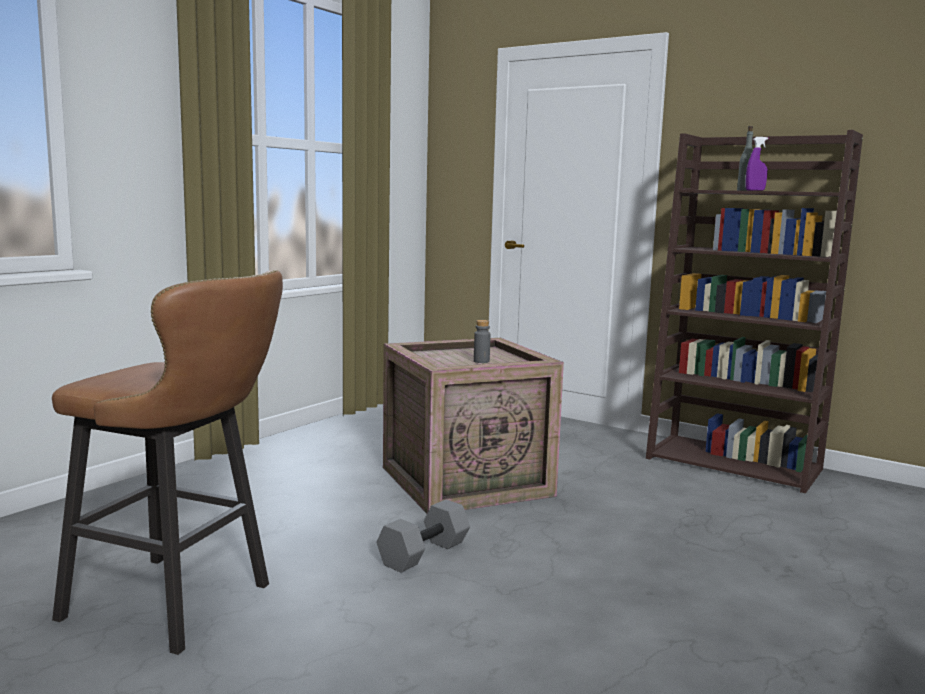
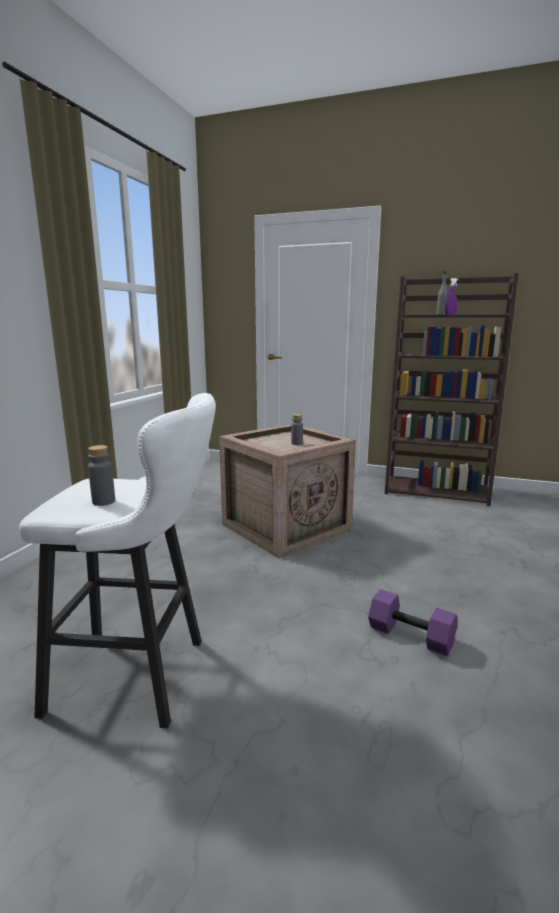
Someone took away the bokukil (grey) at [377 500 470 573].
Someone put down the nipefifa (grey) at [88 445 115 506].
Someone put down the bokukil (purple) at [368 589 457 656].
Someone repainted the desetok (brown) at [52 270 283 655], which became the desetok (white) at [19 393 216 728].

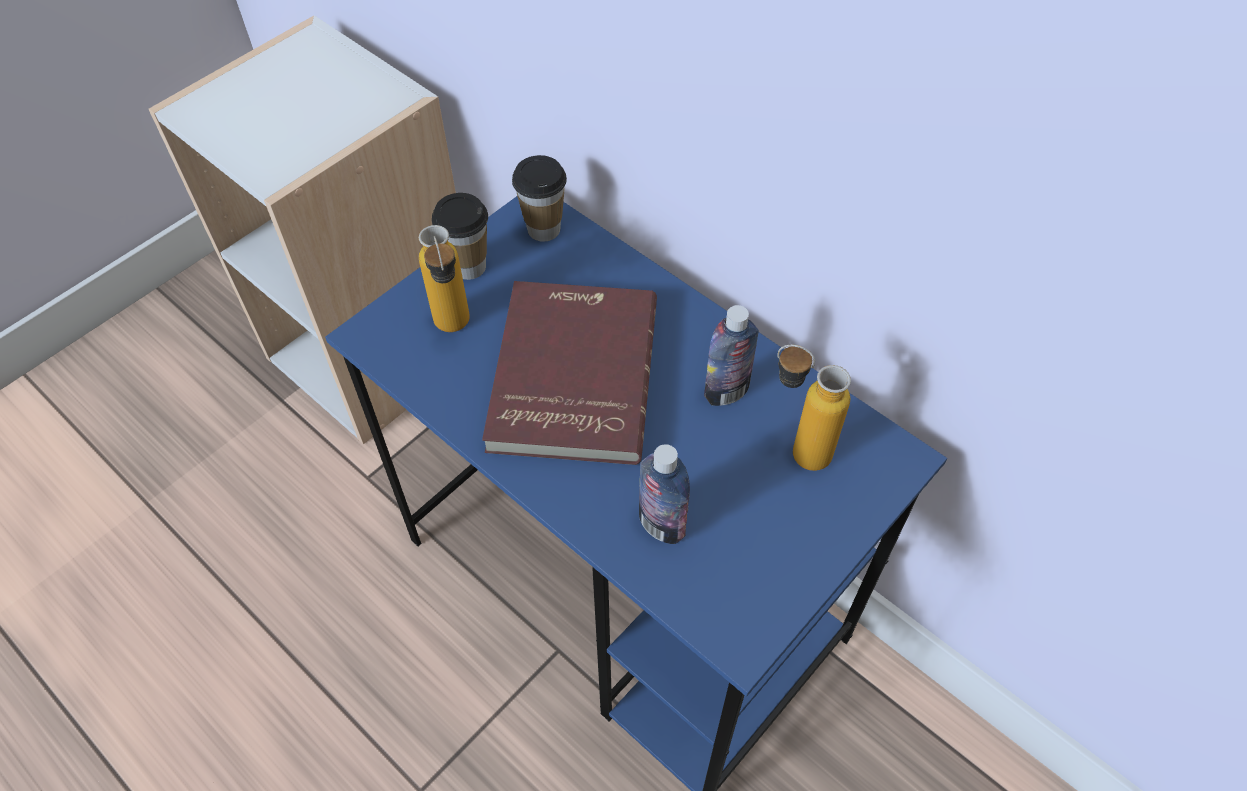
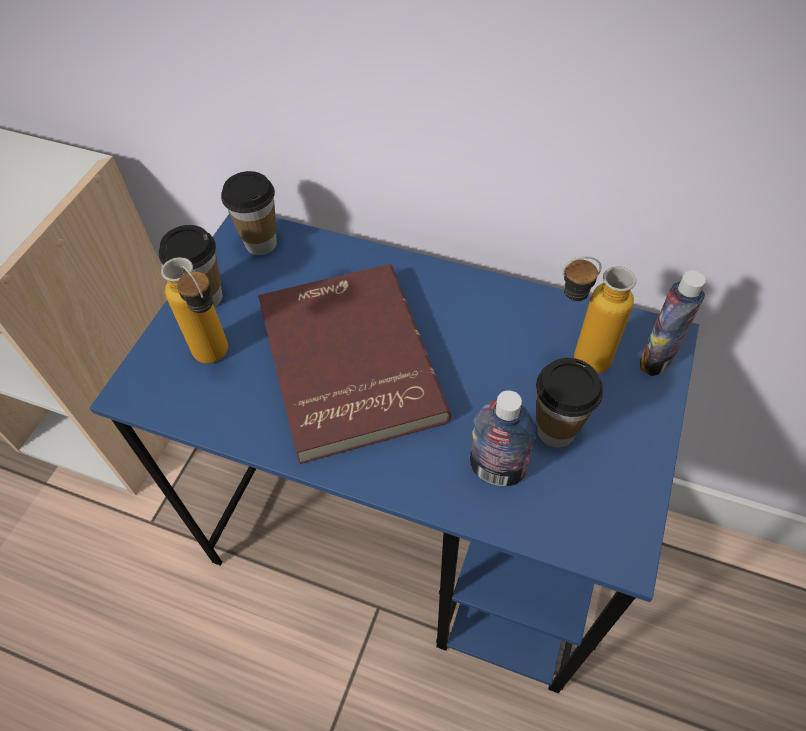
Someone put down the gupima at [536 358 603 448].
Someone carried the nipefifa from [704 305 759 406] to [640 270 706 376].

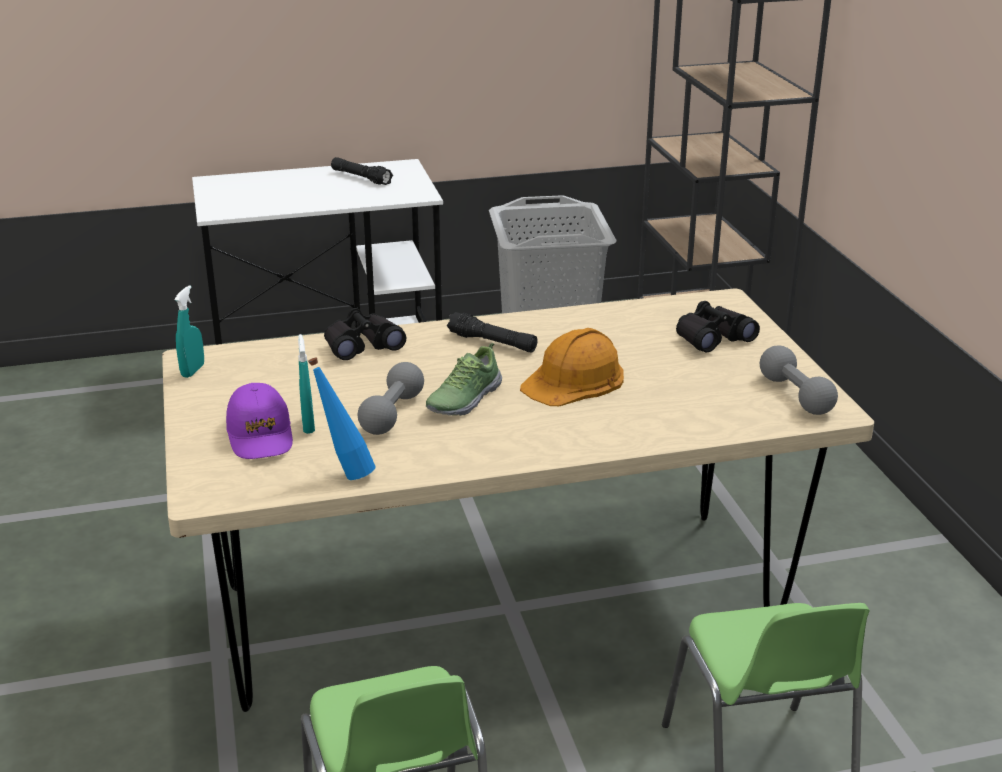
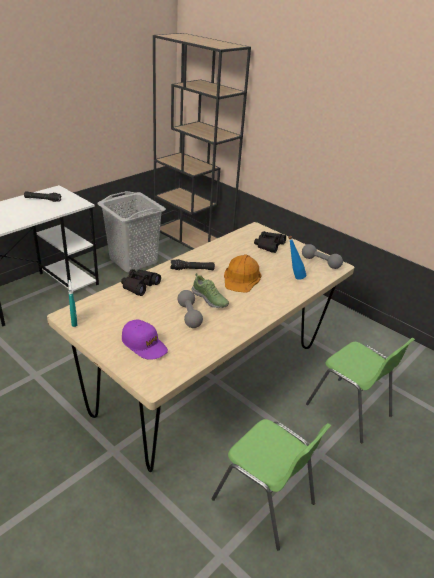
Someone took away the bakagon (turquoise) at [298 334 315 434].
Someone carried the nipefifa (blue) from [308 357 376 480] to [288 236 306 280].
Someone rotated the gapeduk at [426 343 502 416] by 45 degrees counterclockwise.

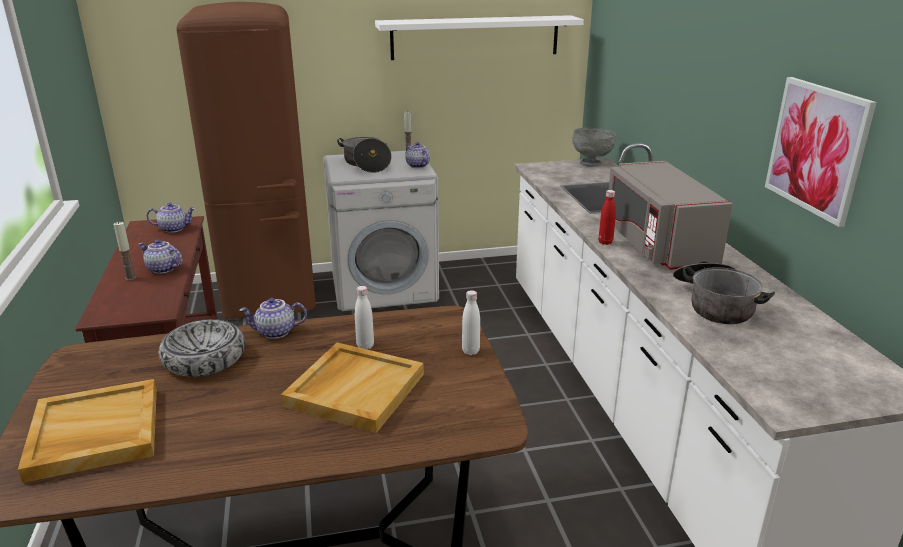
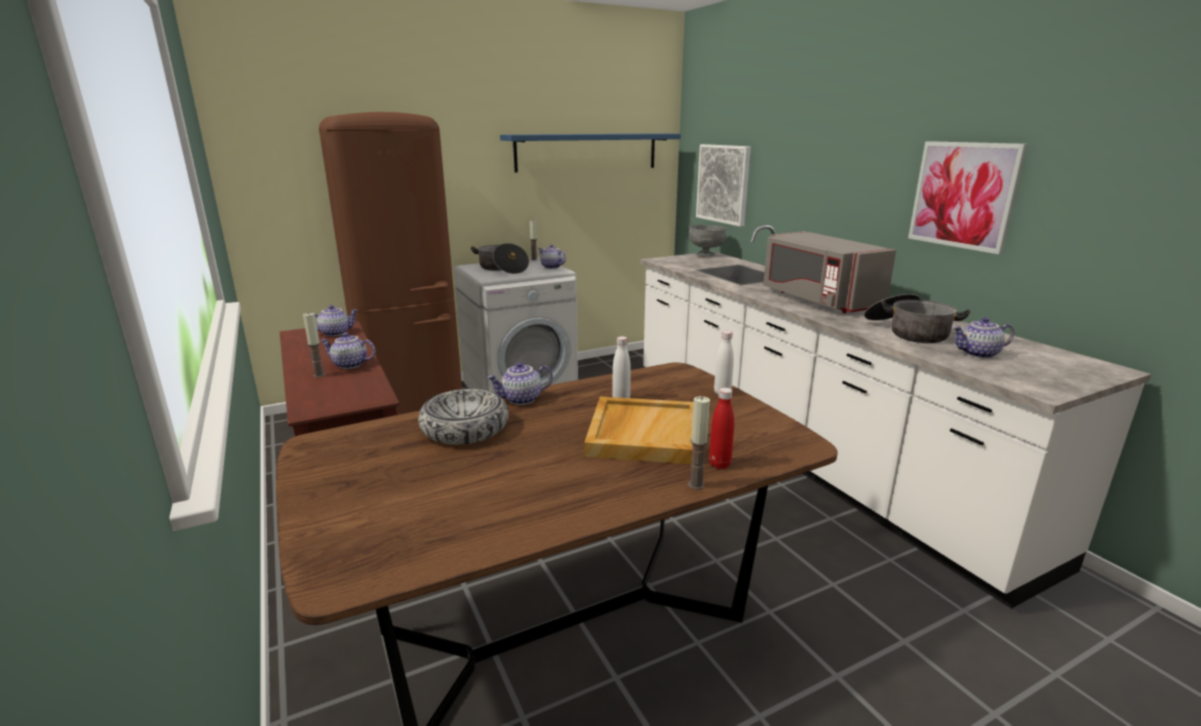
Someone took away the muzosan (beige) at [18 379 157 483].
Someone put down the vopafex at [688 396 710 490].
Someone put up the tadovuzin at [696 144 751 227].
Someone put down the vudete at [953 317 1014 358].
Someone carried the nipefifa (red) from [599 190 616 245] to [709 388 734 469].
Someone repainted the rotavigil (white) at [375 15 584 60], which became the rotavigil (blue) at [500 133 681 172].

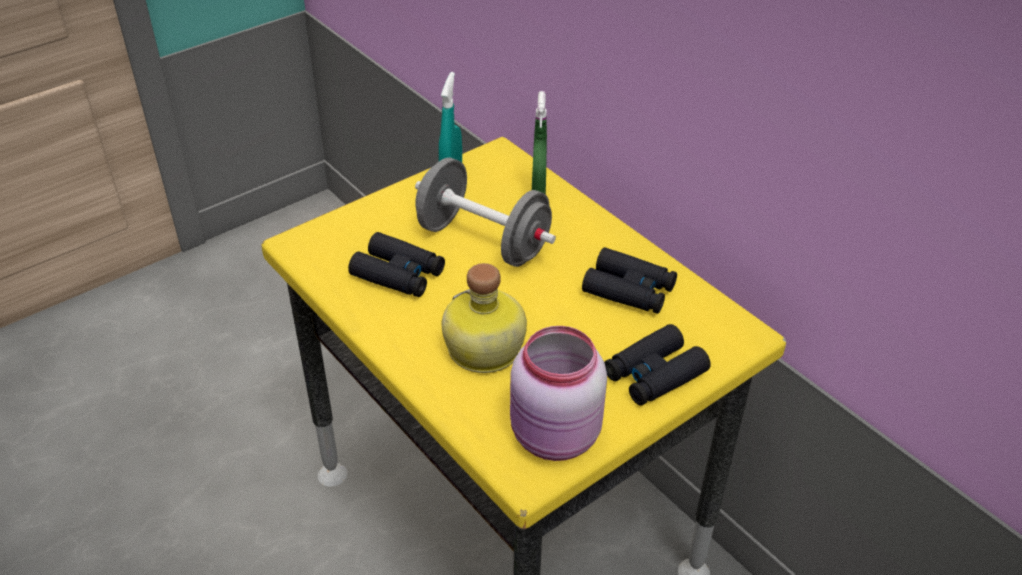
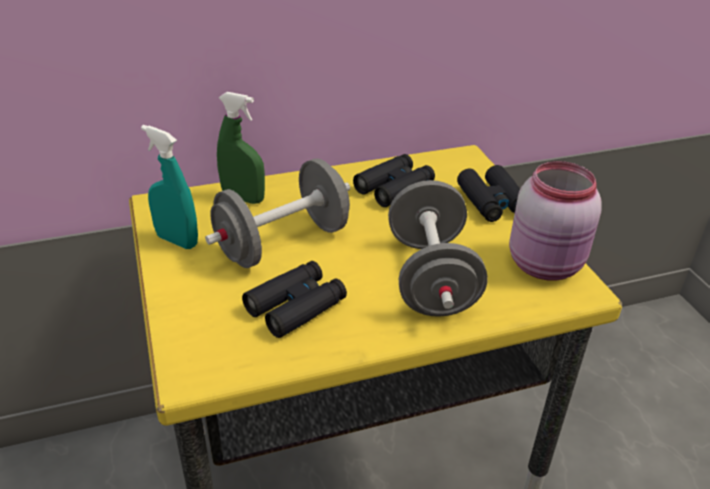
Someone swapped the nipefifa at [442 263 527 373] for the bokukil (grey) at [388 180 488 317].

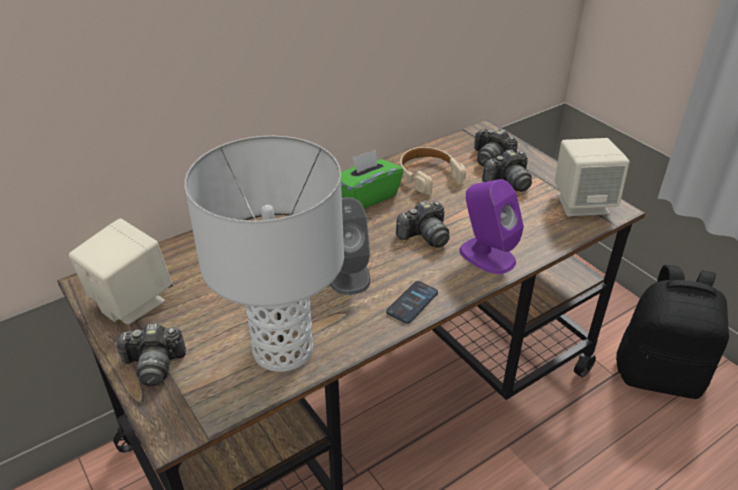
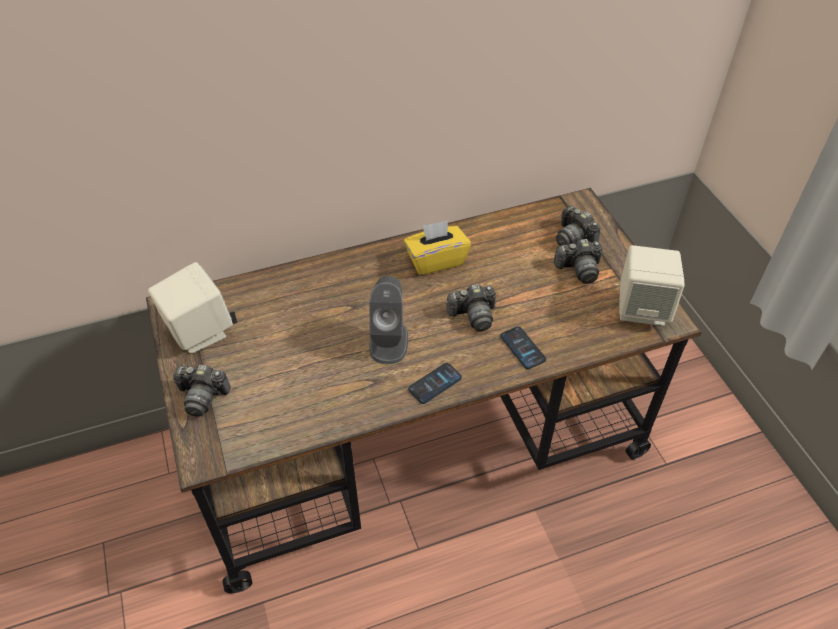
Someone took away the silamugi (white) at [185 136 344 372].
Someone took away the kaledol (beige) at [400 147 466 195].
Someone took away the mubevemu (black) at [616 265 729 399].
Someone swapped the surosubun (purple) at [459 179 524 274] for the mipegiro at [500 326 546 369].
Someone repainted the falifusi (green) at [341 149 403 209], which became the falifusi (yellow) at [404 220 471 275].

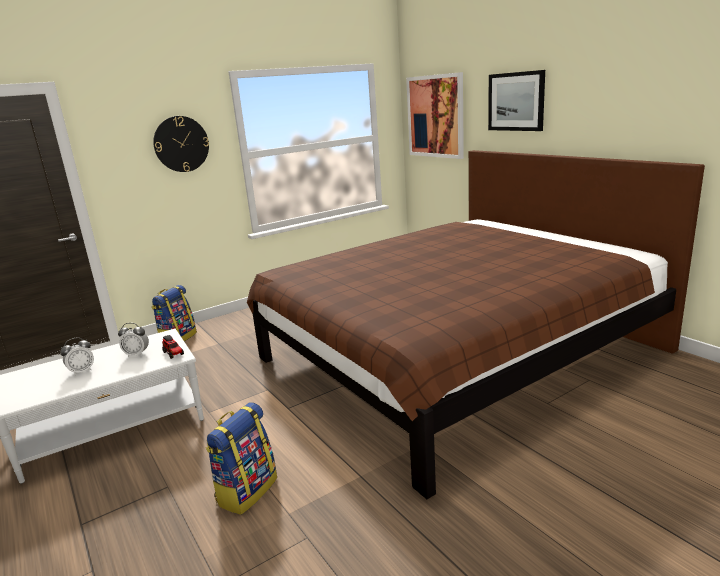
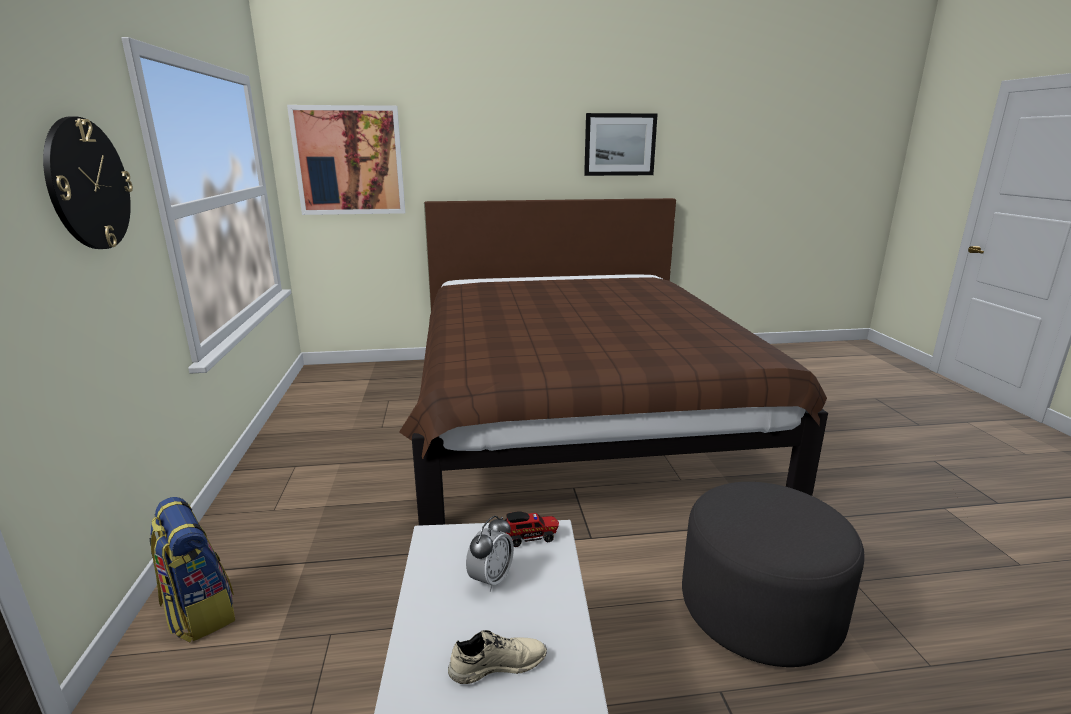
Someone carried the tadovuzin from [488 70 545 131] to [584 113 658 176].
Someone swapped the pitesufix at [60 337 94 376] for the gapeduk (beige) at [448 630 547 684].
Someone swapped the mubevemu at [206 402 277 515] for the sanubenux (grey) at [682 482 865 667].

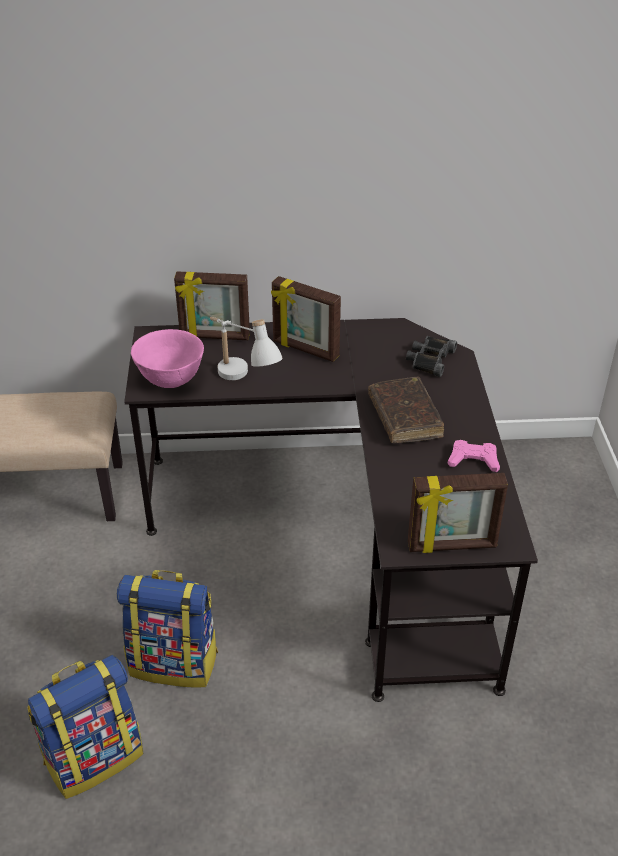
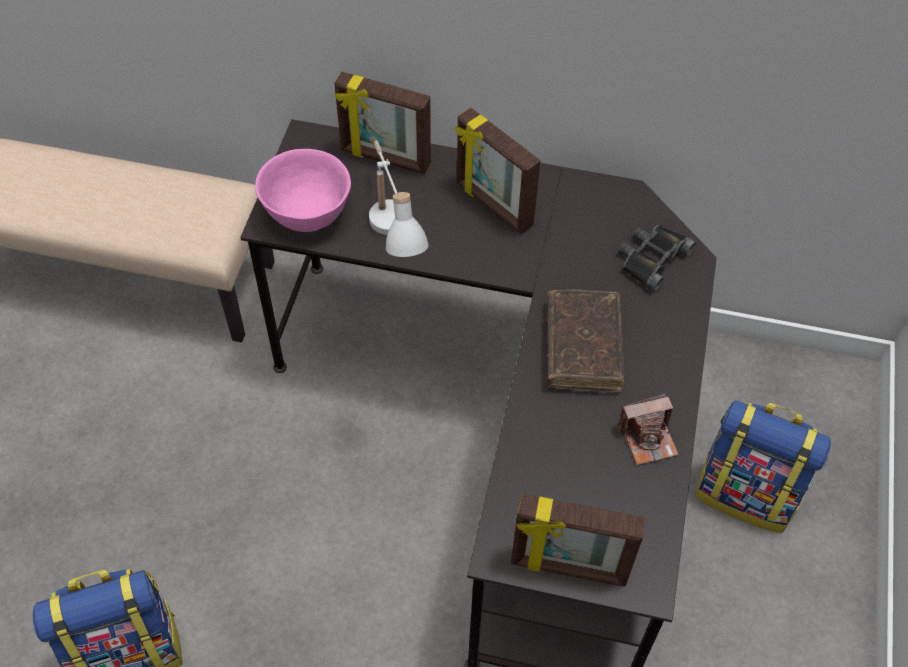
Someone carried the mubevemu from [117 570 218 688] to [695 400 831 533].
Someone swapped the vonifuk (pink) at [448 440 500 472] for the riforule at [618 393 679 465].

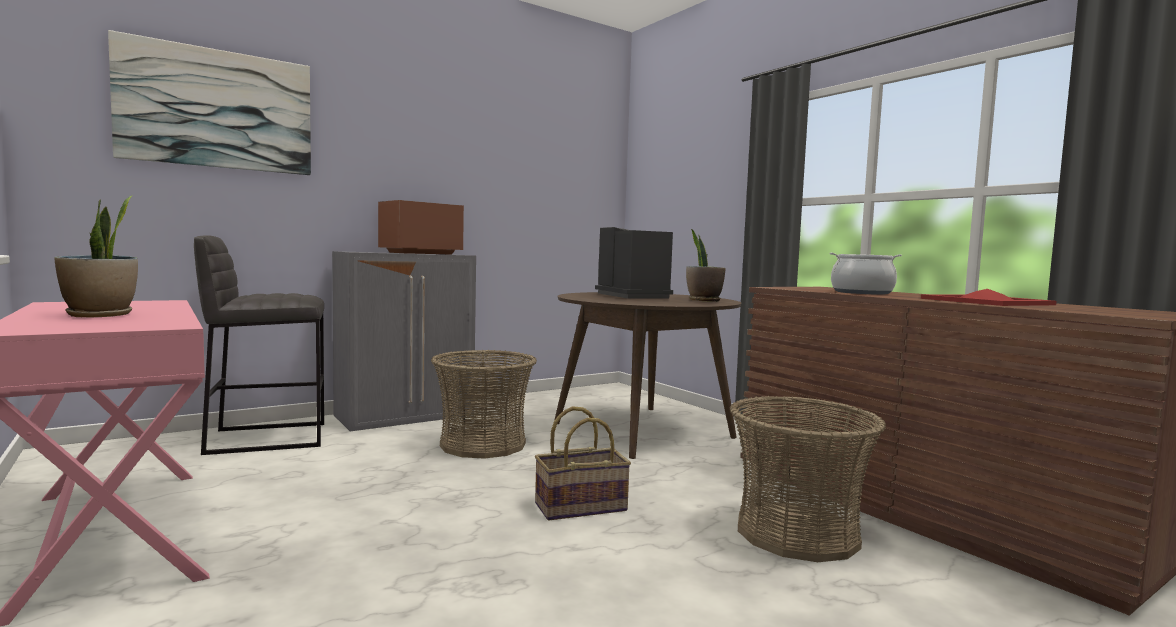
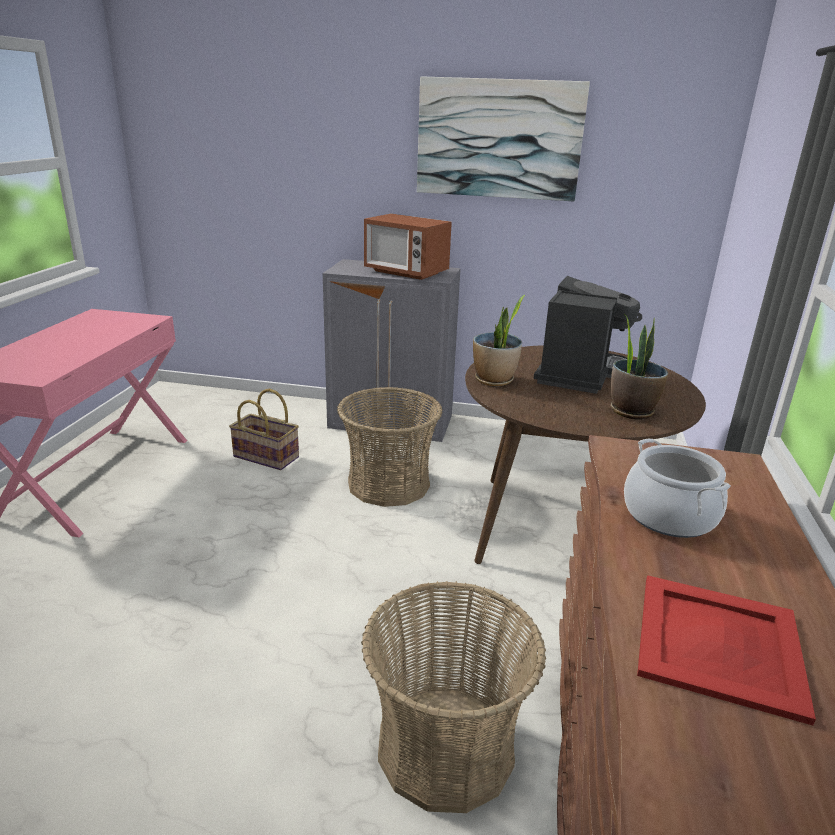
Someone took away the desetok (grey) at [194 235 324 455].
Someone carried the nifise from [54 195 138 317] to [473 295 525 386].
Someone carried the tadovuzin from [108 30 311 175] to [417 76 590 201].
Someone carried the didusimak from [535 406 631 520] to [229 389 299 470].
Someone rotated the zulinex at [378 200 464 255] by 150 degrees counterclockwise.

